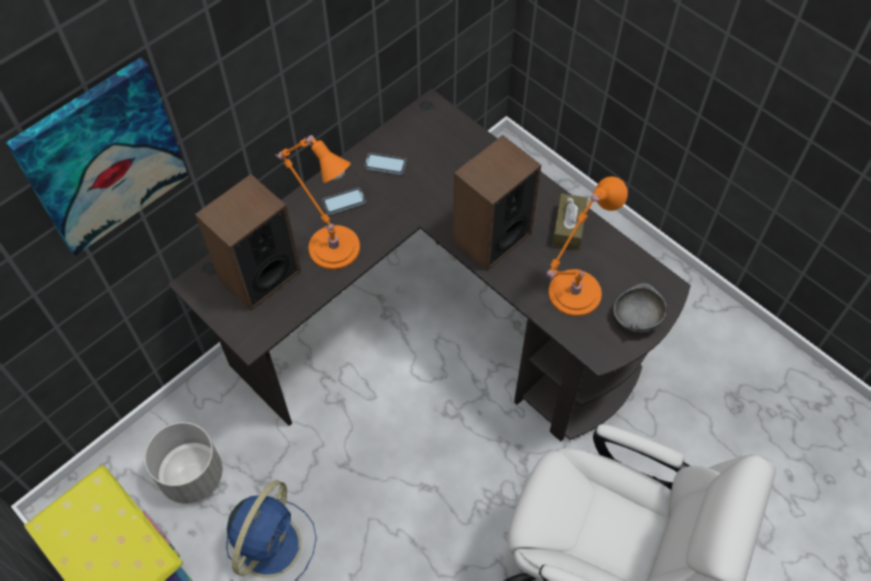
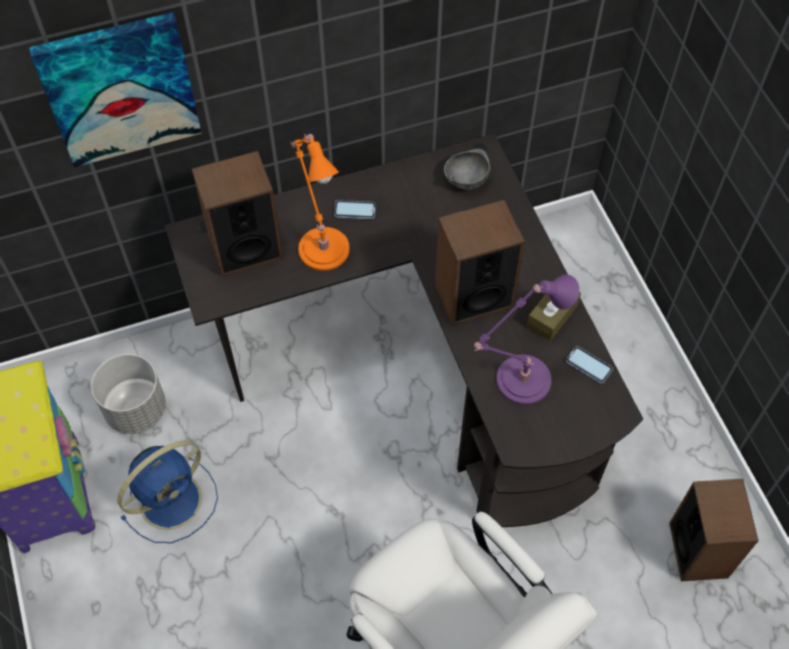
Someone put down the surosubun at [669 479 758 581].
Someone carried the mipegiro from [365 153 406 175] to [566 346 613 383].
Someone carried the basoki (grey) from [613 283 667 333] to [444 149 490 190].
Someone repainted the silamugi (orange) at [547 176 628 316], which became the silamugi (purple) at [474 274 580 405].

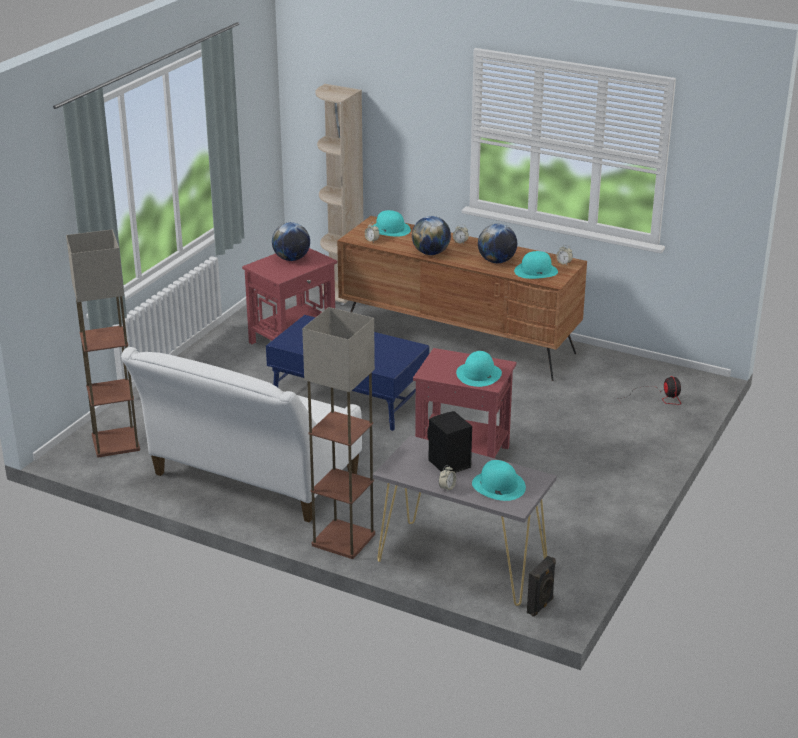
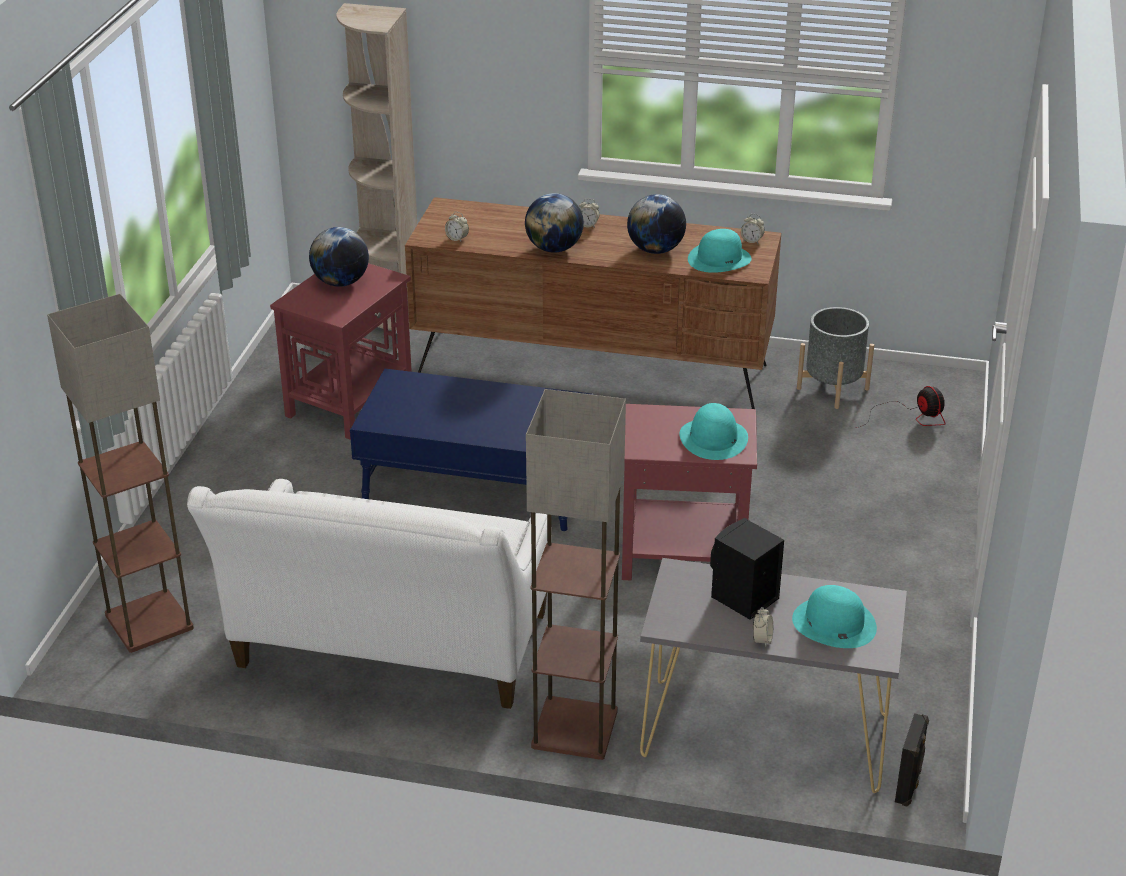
Someone took away the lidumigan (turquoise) at [371 210 411 237].
Someone put down the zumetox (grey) at [797 307 874 409].

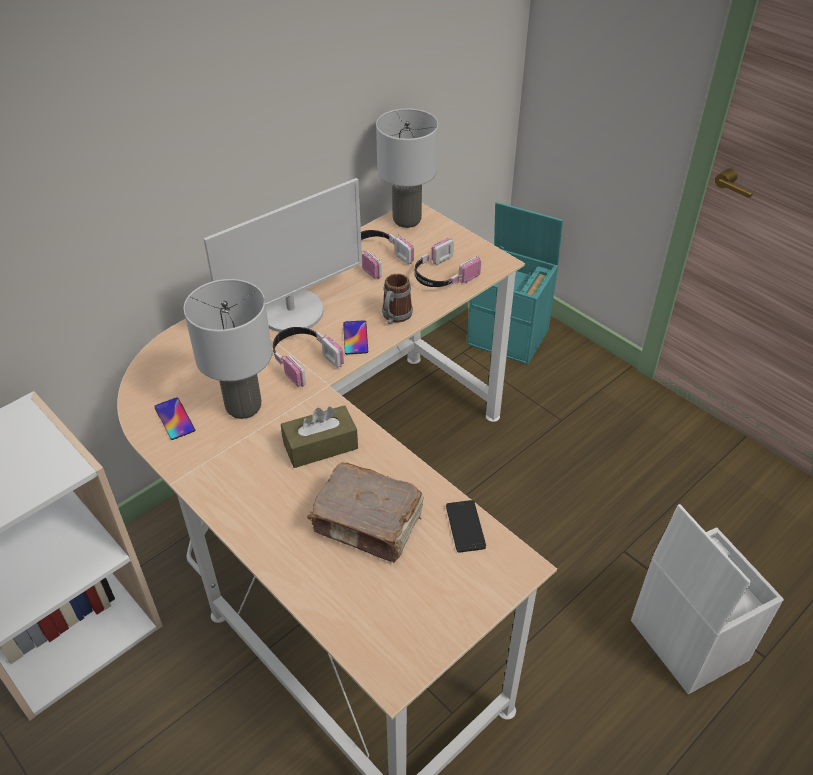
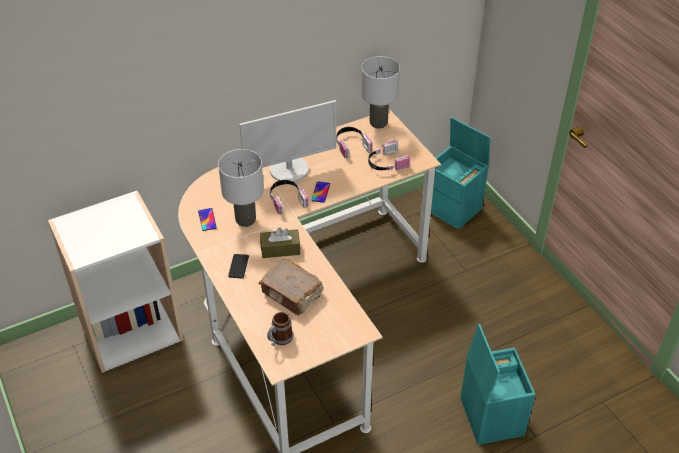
Someone carried the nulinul from [382 274 413 324] to [267 312 293 346].
Someone carried the mipegiro from [446 500 486 553] to [228 254 249 279].
Someone repainted the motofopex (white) at [631 504 784 694], which became the motofopex (turquoise) at [460 324 536 445].

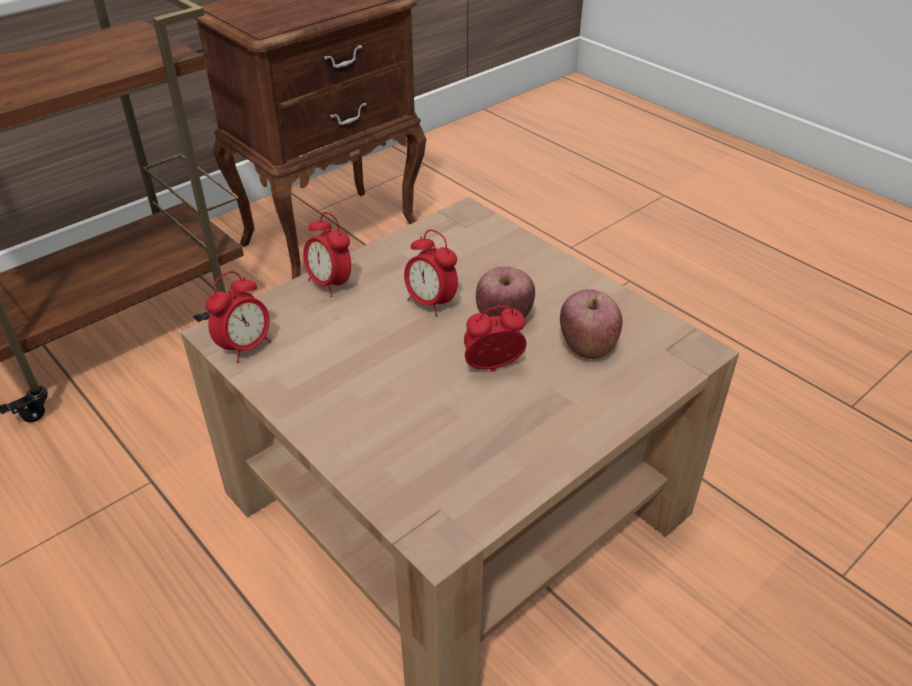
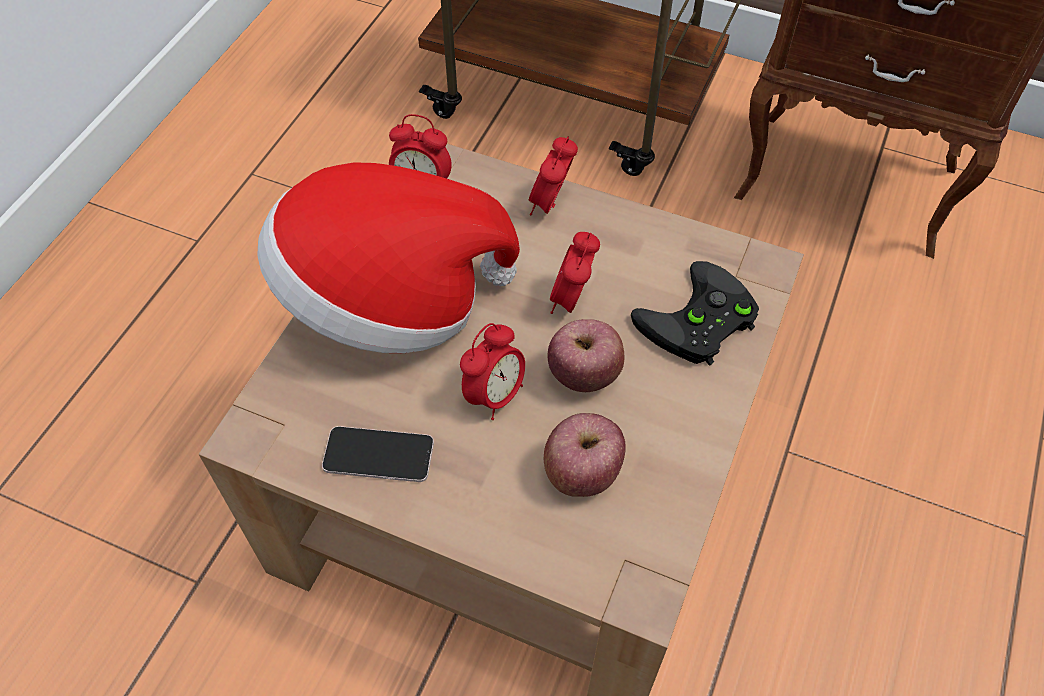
Someone put down the lidumigan at [257 162 520 353].
Someone put down the mipegiro at [322 426 434 482].
Someone put down the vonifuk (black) at [631 261 759 366].
Someone rotated the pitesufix at [464 306 527 372] by 75 degrees clockwise.

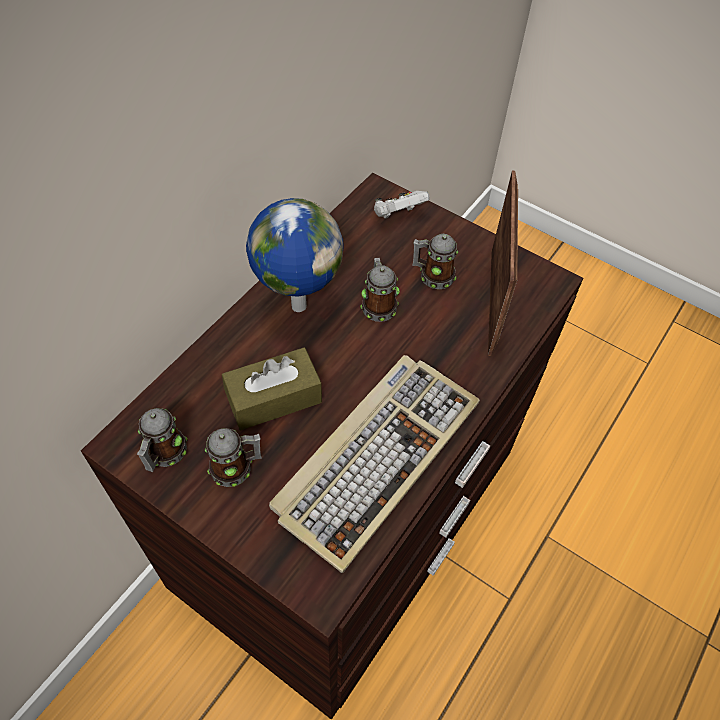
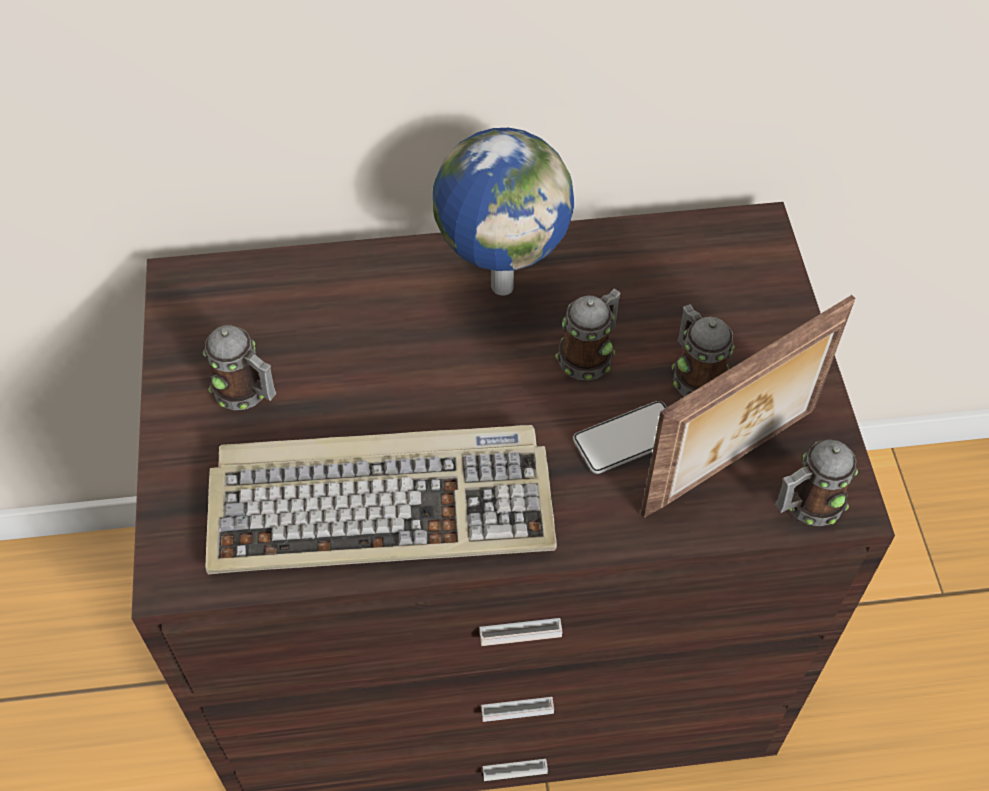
Someone took away the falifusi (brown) at [222 347 322 430].
Someone took away the vonifuk (white) at [374 191 430 219].
Someone put down the mipegiro at [573 401 667 474].
Someone carried the nulinul from [137 408 188 472] to [775 440 858 526].

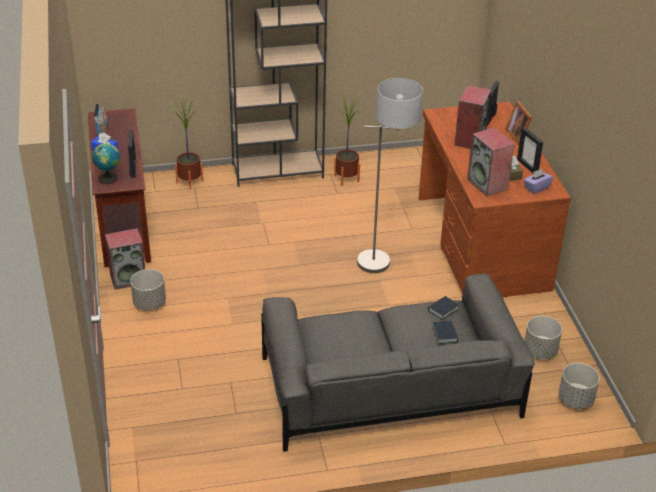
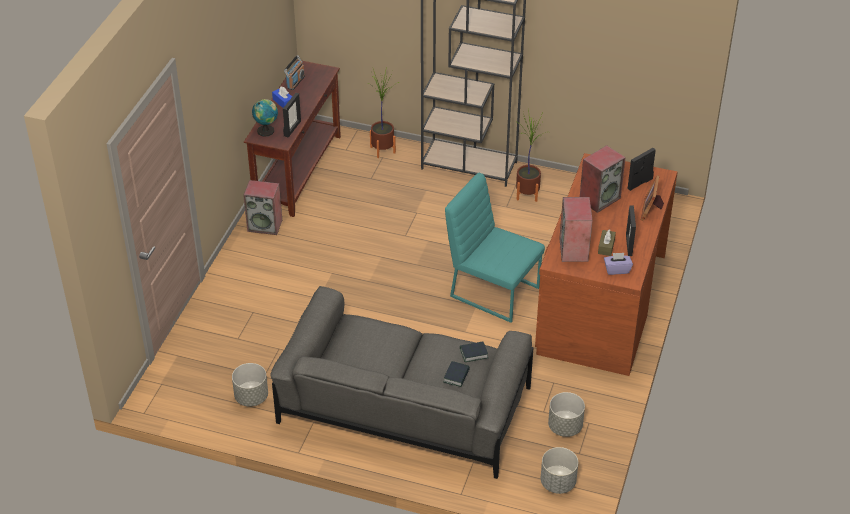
Someone carried the zumetox (grey) from [130 269 166 311] to [232 363 268 407].
Someone swapped the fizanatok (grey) at [357 78 423 273] for the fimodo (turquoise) at [445 172 545 323].

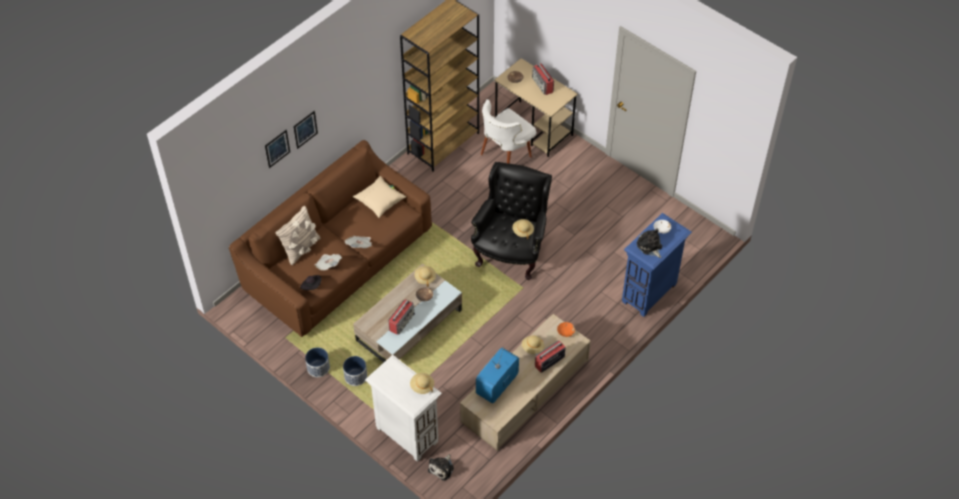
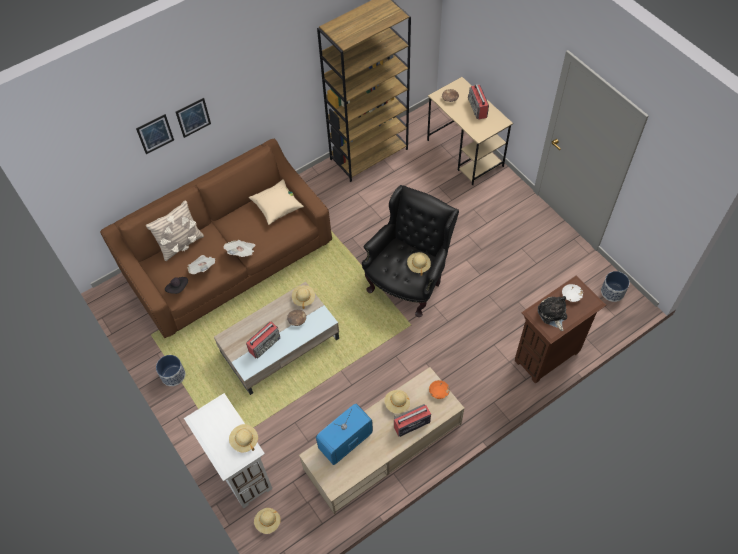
Someone took away the fimodo (white) at [481 99 536 164].
Someone carried the zumetox from [343 356 367 386] to [601 271 630 302].
Someone swapped the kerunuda at [428 454 454 481] for the lidumigan (beige) at [254 508 281 534].
Someone repainted the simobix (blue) at [622 213 692 317], which became the simobix (brown) at [515 275 606 384].

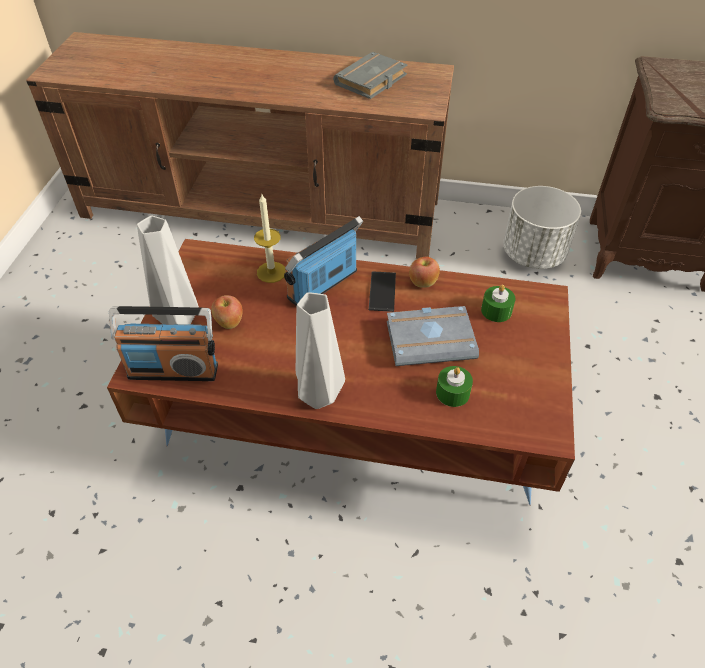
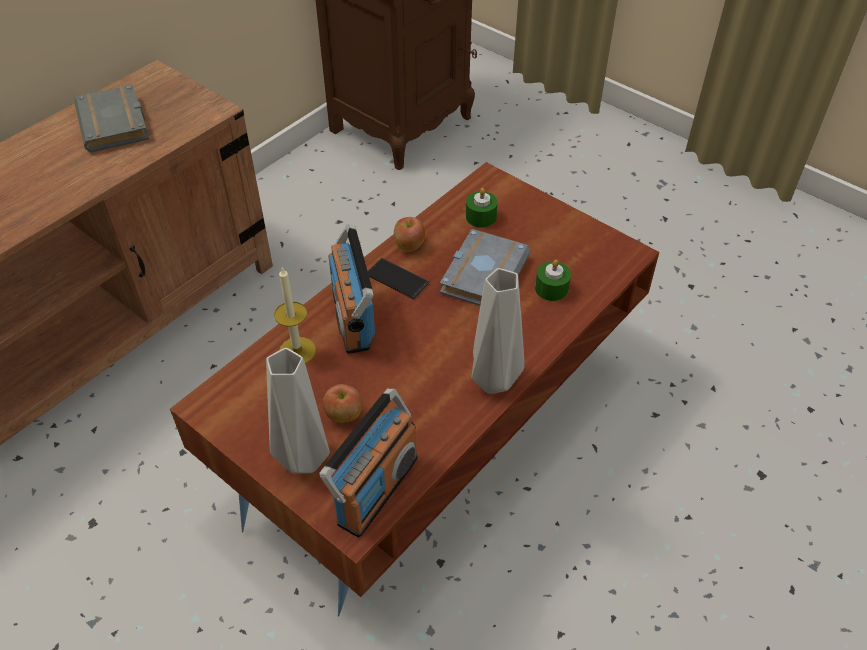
Someone took away the zumetox (white) at [503 186 581 269].

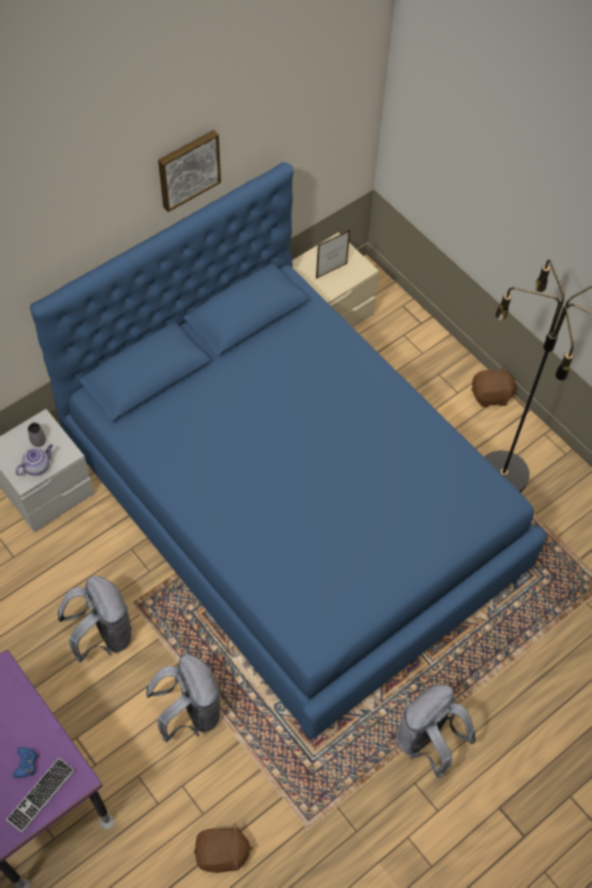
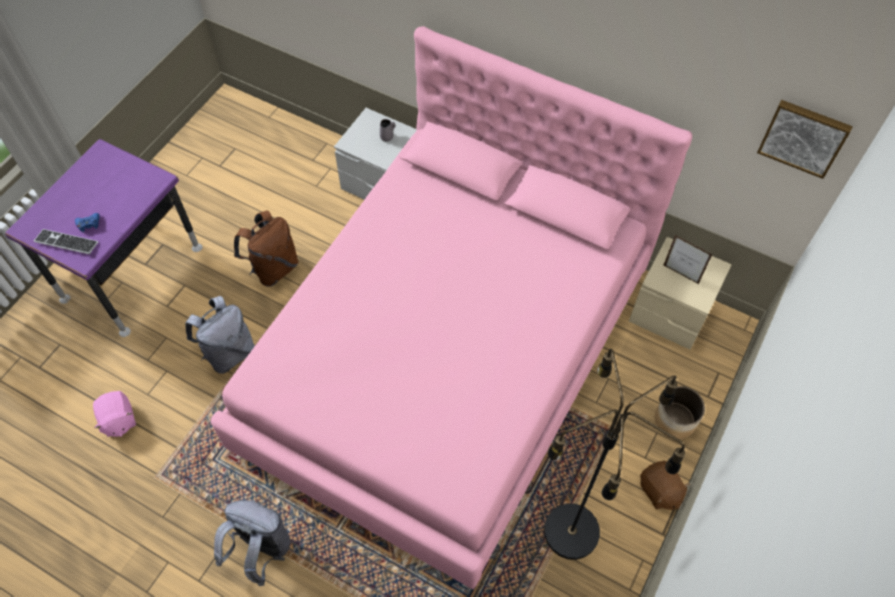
Someone took away the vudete at [15 444 53 476].
Someone put down the zumetox at [655 386 705 439].
Someone carried the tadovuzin from [158 130 221 212] to [757 100 853 179].
Someone repainted the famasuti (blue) at [30 162 547 740], which became the famasuti (pink) at [211 26 692 589].
Someone repainted the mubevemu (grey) at [58 576 132 663], which became the mubevemu (brown) at [234 211 299 287].
Someone repainted the kerunuda (brown) at [194 823 253 873], which became the kerunuda (pink) at [93 391 136 437].

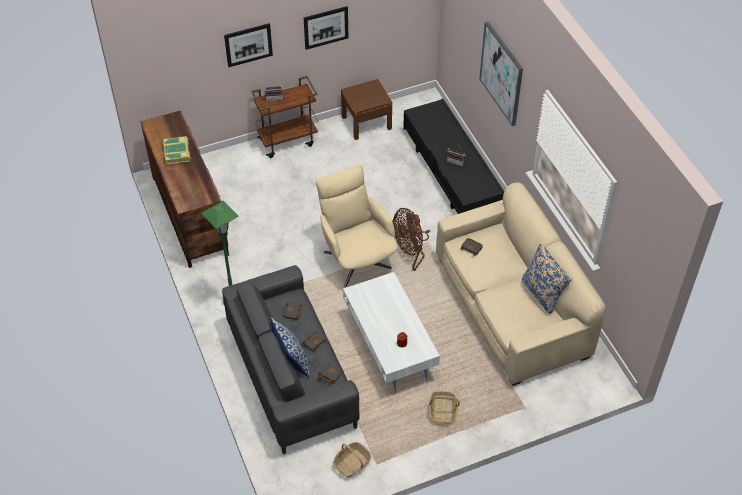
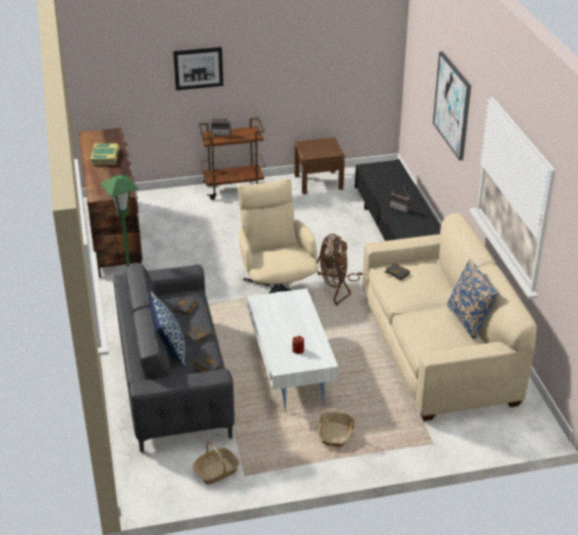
Someone took away the tadovuzin at [304 6 348 50].

